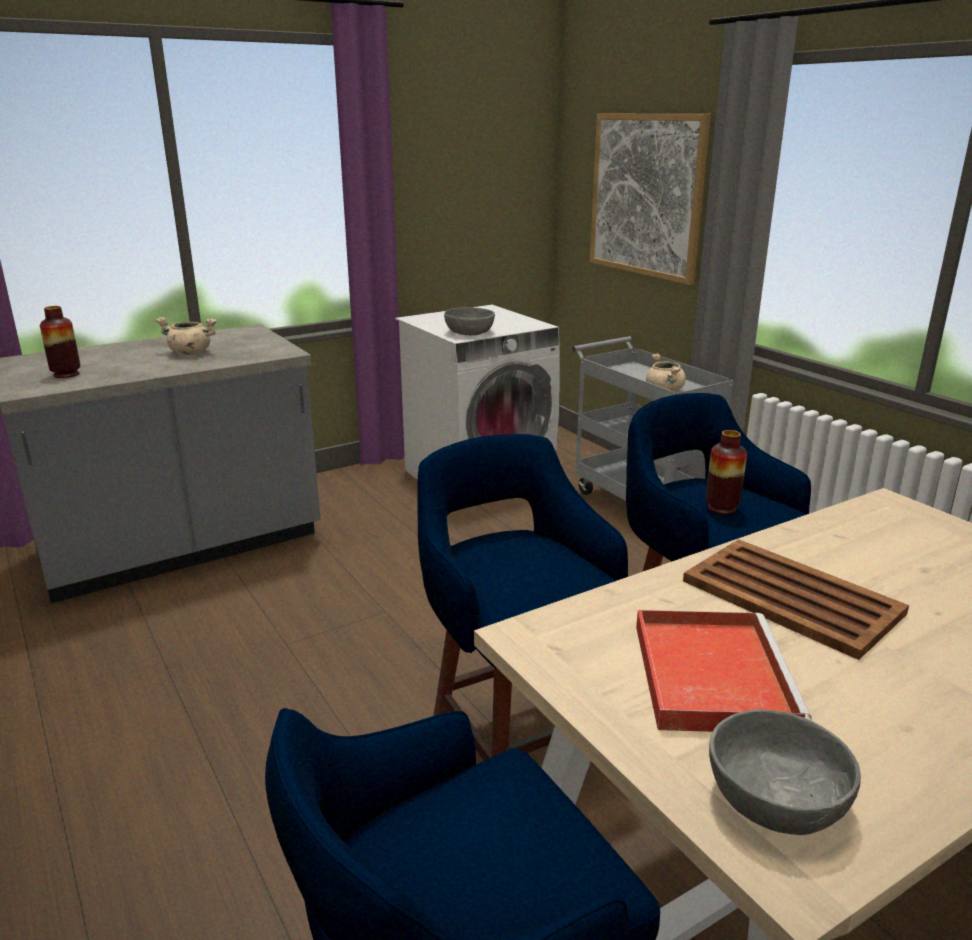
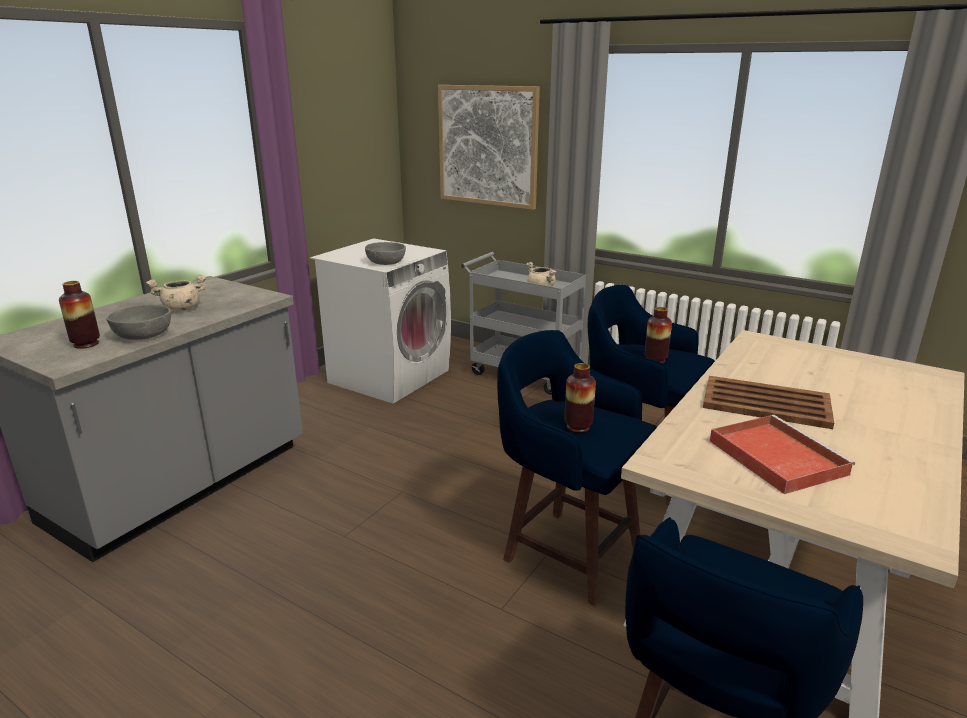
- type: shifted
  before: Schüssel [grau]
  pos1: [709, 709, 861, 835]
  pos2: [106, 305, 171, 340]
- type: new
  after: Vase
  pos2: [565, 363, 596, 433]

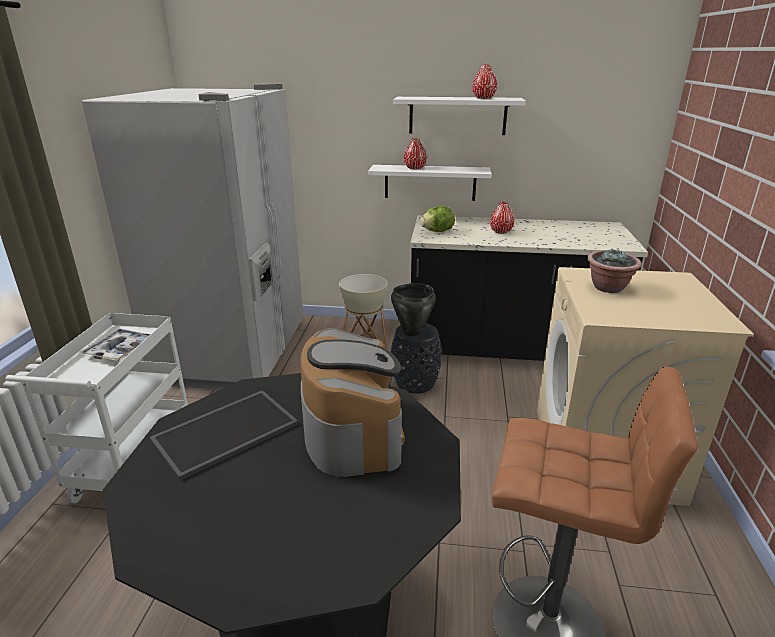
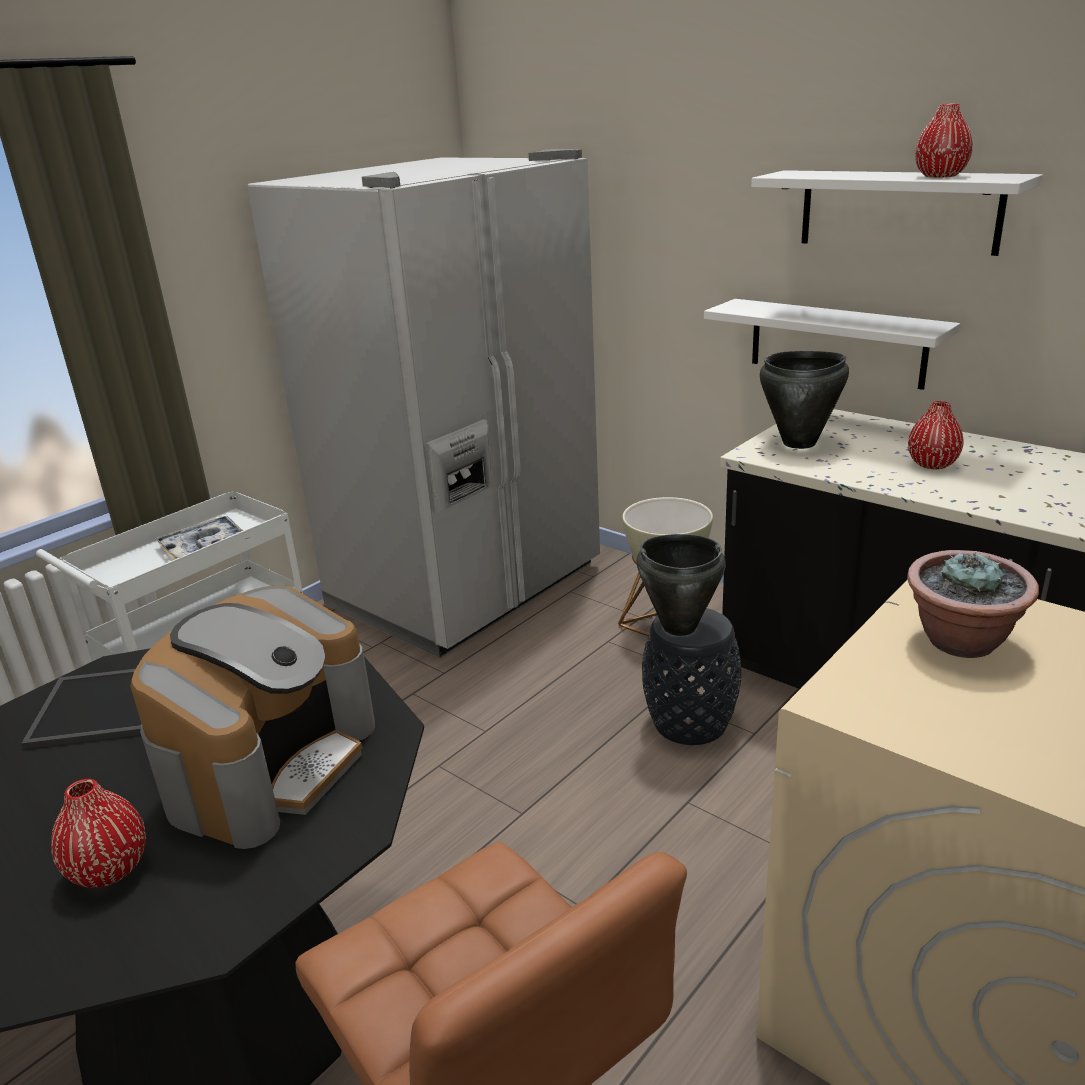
- type: shifted
  before: Vase [rot]
  pos1: [404, 138, 427, 169]
  pos2: [51, 779, 146, 888]
- type: swapped
  before: Salatkopf
  after: Kochtopf [schwarz]
  pos1: [420, 206, 455, 232]
  pos2: [760, 351, 849, 449]

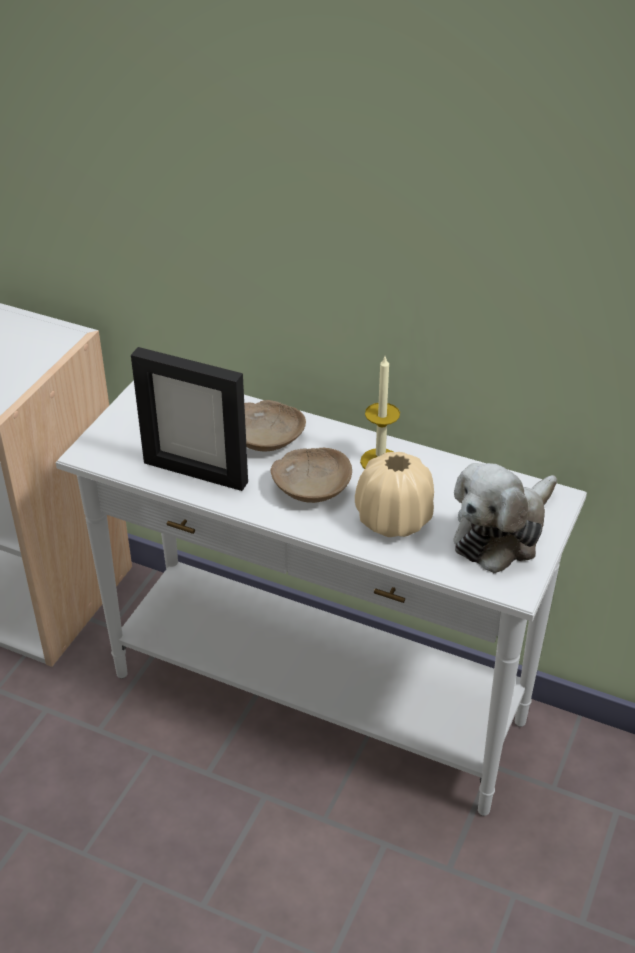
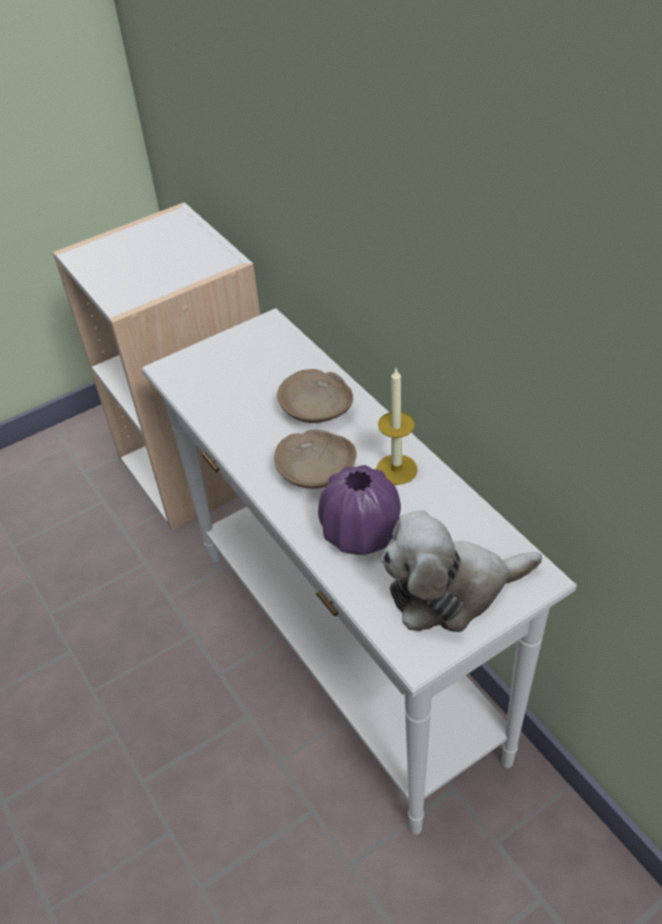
- type: repainted
  before: Vase [beige]
  after: Vase [lila]
  pos1: [355, 452, 434, 537]
  pos2: [318, 465, 401, 555]
- type: gone
  before: Bilderrahmen
  pos1: [131, 347, 248, 491]

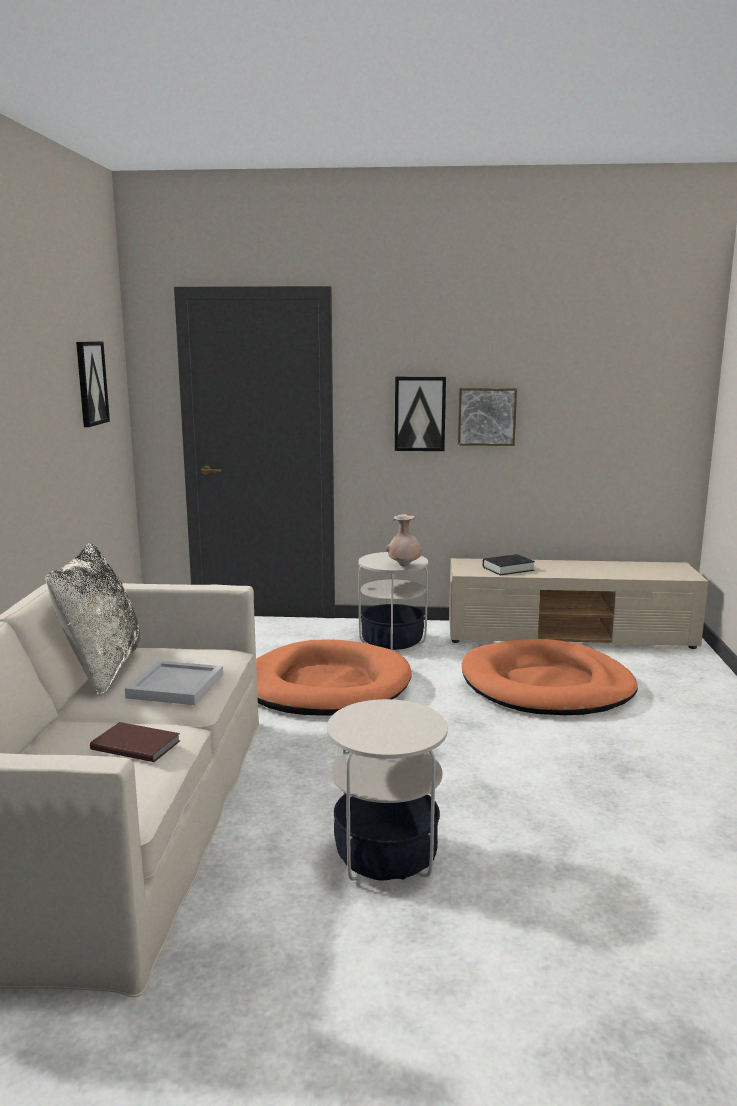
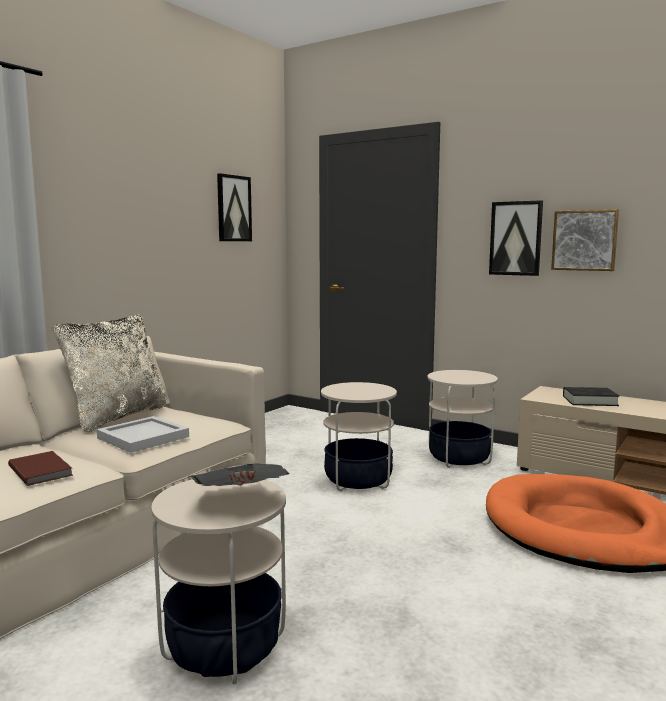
- type: new
  after: Zeitung
  pos2: [189, 464, 289, 486]
- type: swapped
  before: Hundebett [orange]
  after: Beistelltisch [beige]
  pos1: [256, 639, 412, 716]
  pos2: [321, 382, 397, 491]
- type: gone
  before: Vase [beige]
  pos1: [386, 514, 422, 566]

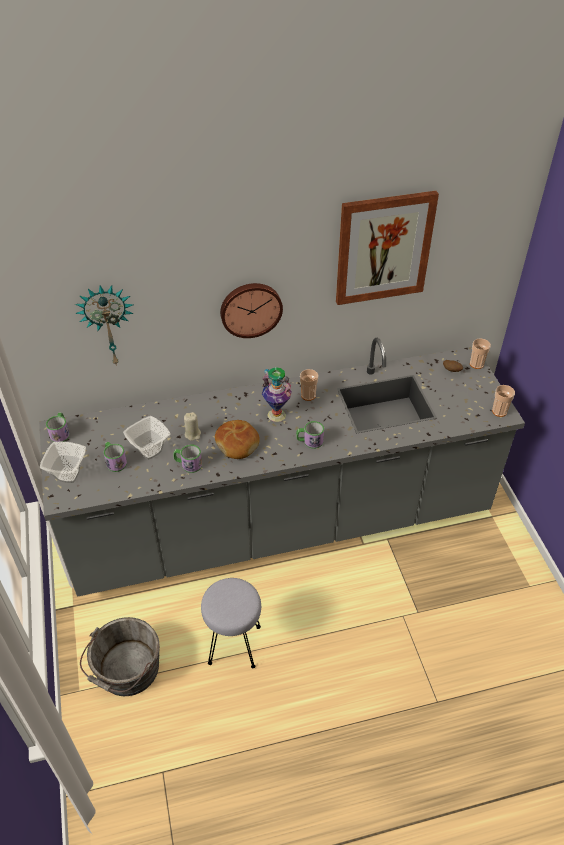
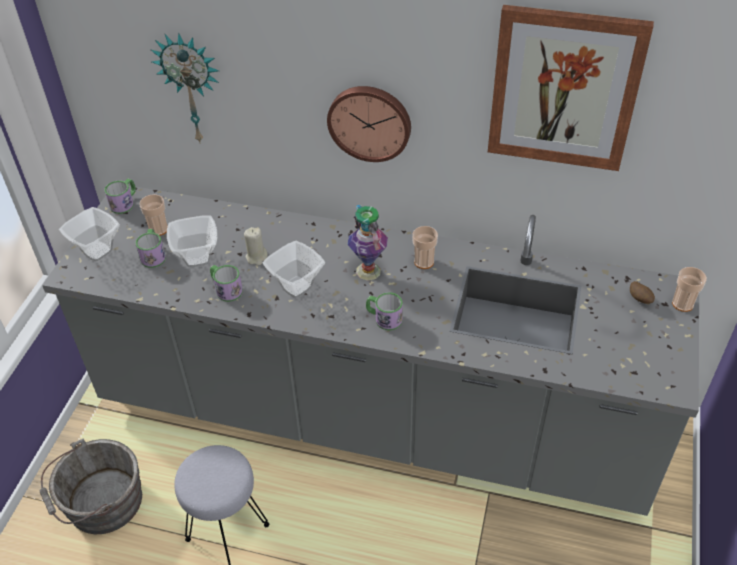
- type: shifted
  before: Tasse
  pos1: [492, 385, 515, 417]
  pos2: [139, 194, 168, 236]
- type: swapped
  before: Brot
  after: Schüssel
  pos1: [215, 420, 260, 459]
  pos2: [262, 241, 325, 298]

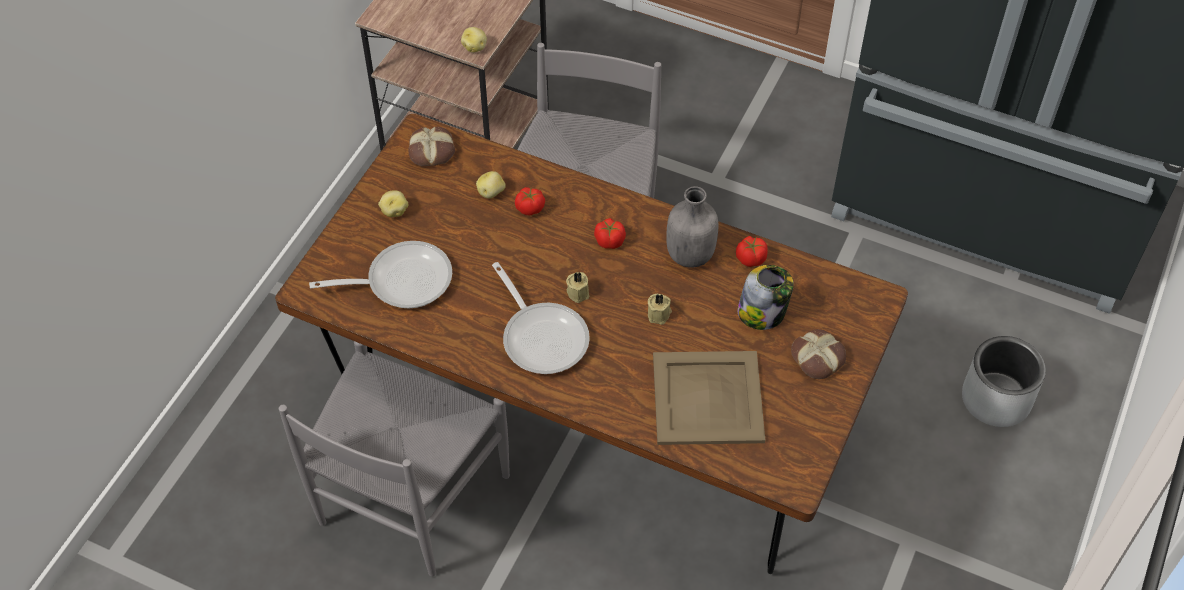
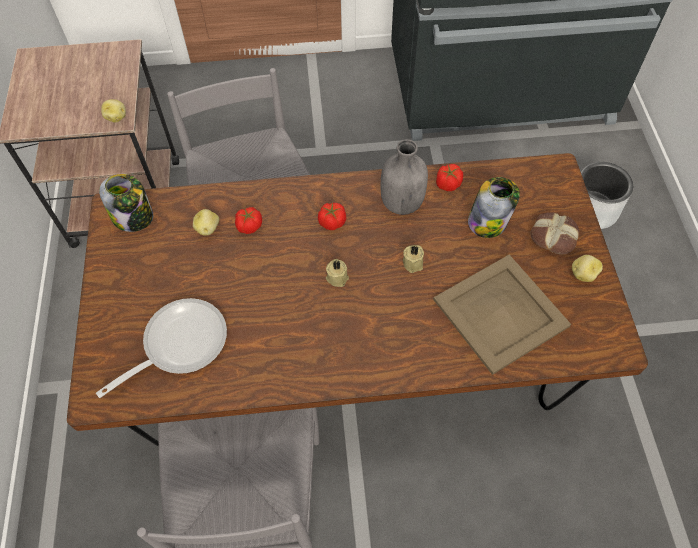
- type: swapped
  before: Brot
  after: Vorratsglas
  pos1: [408, 127, 455, 167]
  pos2: [99, 174, 153, 232]
- type: shifted
  before: Kartoffel
  pos1: [378, 191, 408, 217]
  pos2: [572, 255, 603, 282]
- type: gone
  before: Pfanne
  pos1: [492, 262, 590, 374]

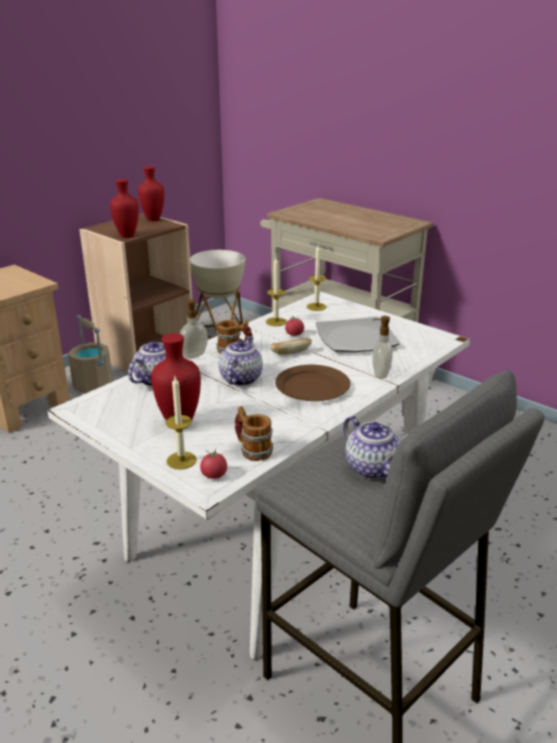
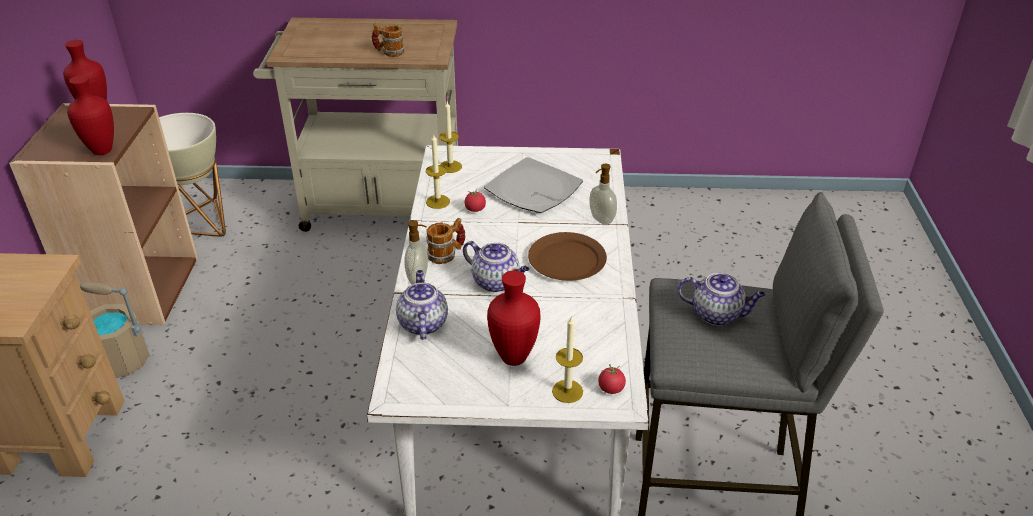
- type: shifted
  before: Henkelbecher
  pos1: [234, 406, 273, 461]
  pos2: [371, 23, 405, 57]
- type: rotated
  before: Teekanne
  pos1: [219, 336, 263, 386]
  pos2: [463, 241, 529, 292]
  turn: 150
- type: gone
  before: Brot
  pos1: [270, 338, 312, 355]

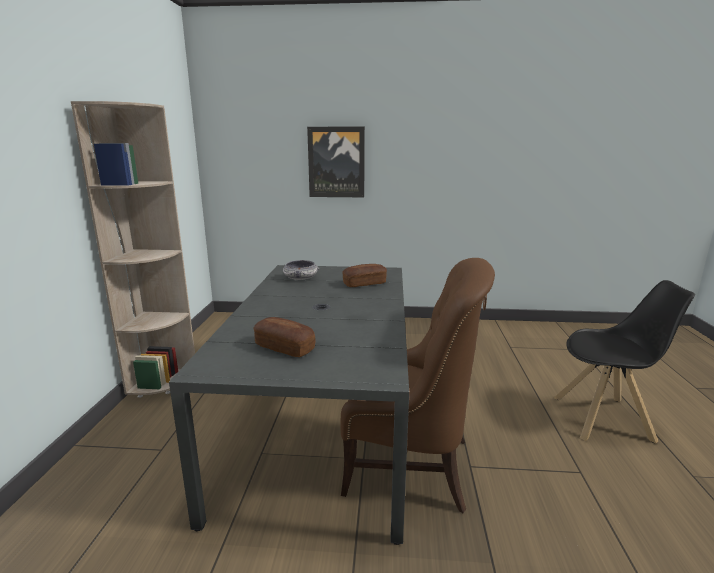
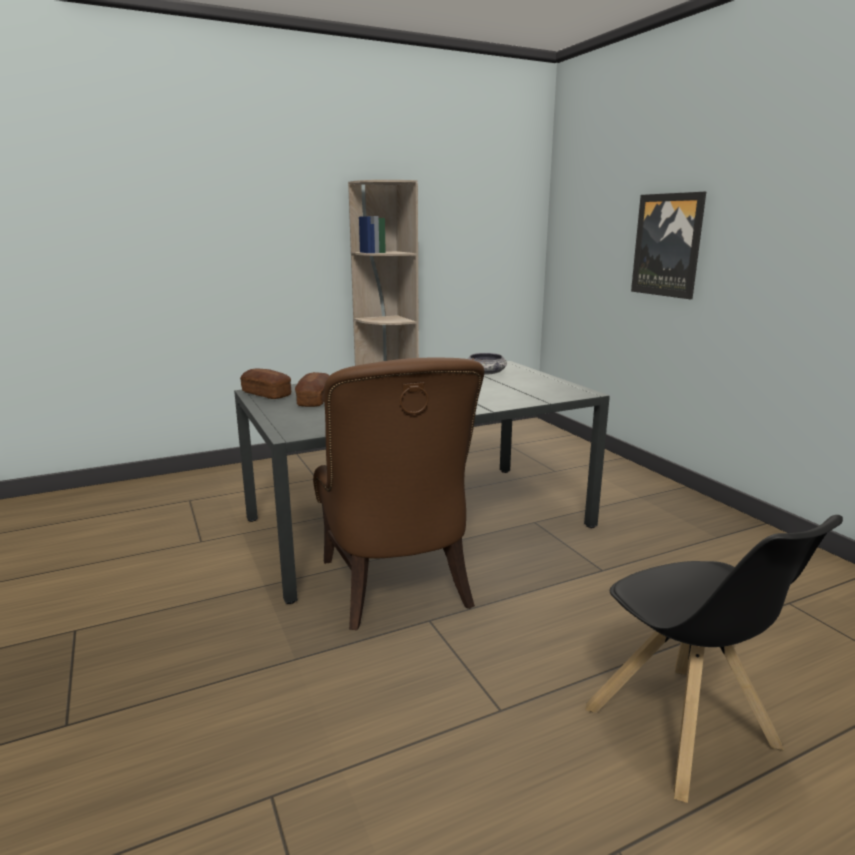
- type: shifted
  before: Brot
  pos1: [343, 264, 387, 287]
  pos2: [240, 368, 291, 399]

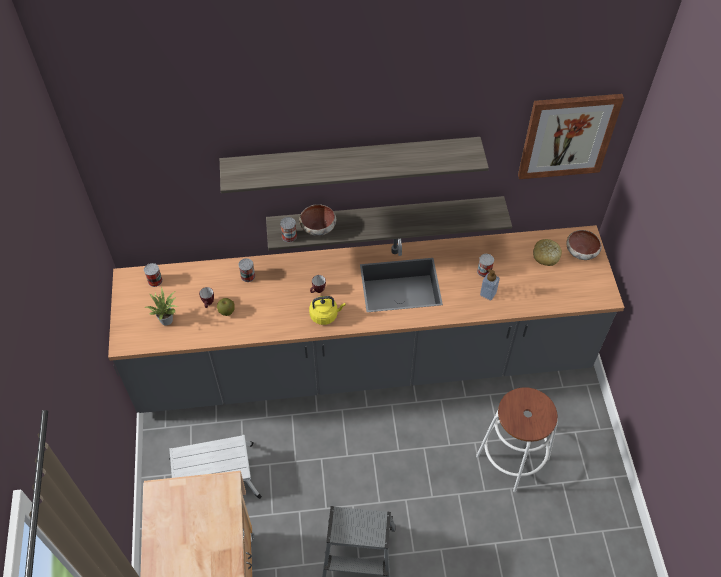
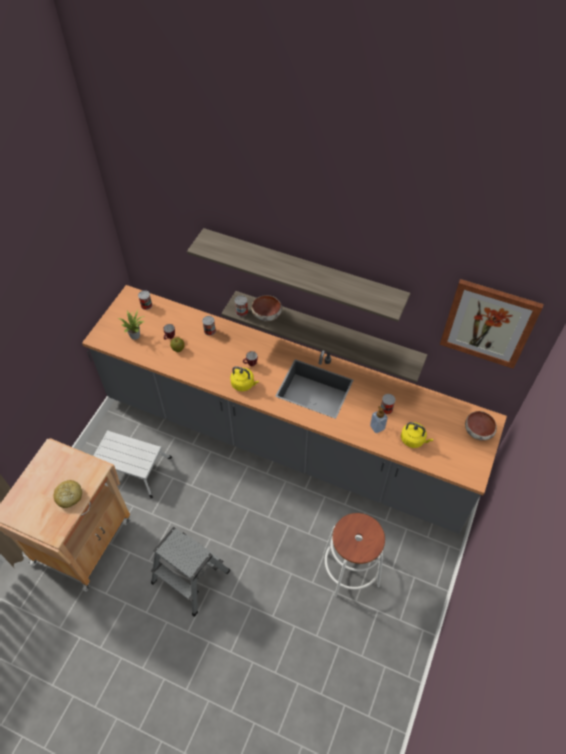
- type: shifted
  before: Brot
  pos1: [533, 239, 562, 266]
  pos2: [54, 480, 82, 508]
- type: new
  after: Wasserkessel [gelb]
  pos2: [401, 422, 433, 448]

